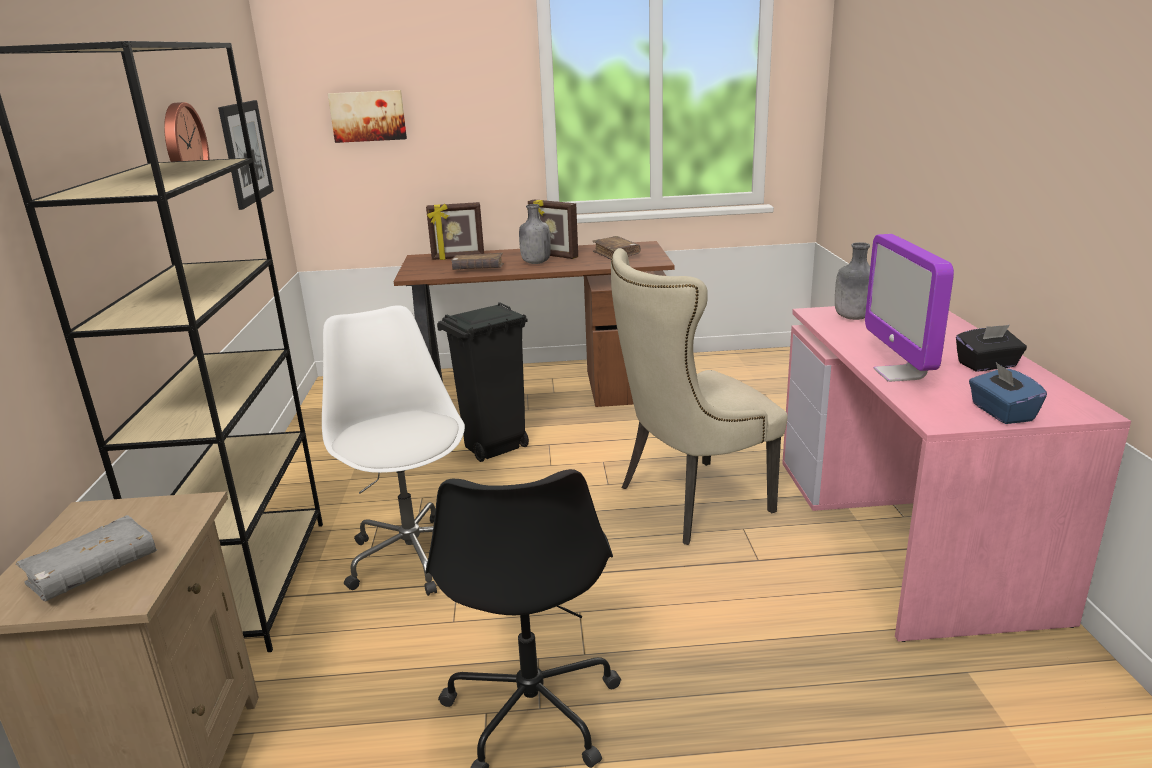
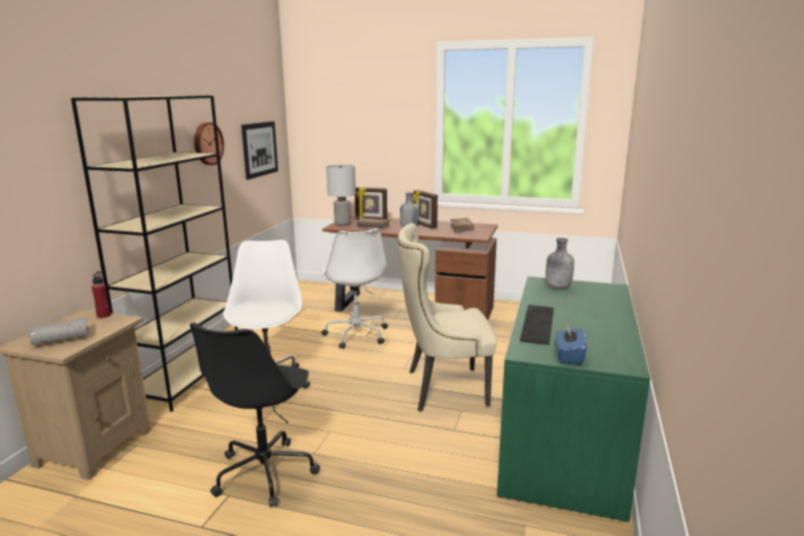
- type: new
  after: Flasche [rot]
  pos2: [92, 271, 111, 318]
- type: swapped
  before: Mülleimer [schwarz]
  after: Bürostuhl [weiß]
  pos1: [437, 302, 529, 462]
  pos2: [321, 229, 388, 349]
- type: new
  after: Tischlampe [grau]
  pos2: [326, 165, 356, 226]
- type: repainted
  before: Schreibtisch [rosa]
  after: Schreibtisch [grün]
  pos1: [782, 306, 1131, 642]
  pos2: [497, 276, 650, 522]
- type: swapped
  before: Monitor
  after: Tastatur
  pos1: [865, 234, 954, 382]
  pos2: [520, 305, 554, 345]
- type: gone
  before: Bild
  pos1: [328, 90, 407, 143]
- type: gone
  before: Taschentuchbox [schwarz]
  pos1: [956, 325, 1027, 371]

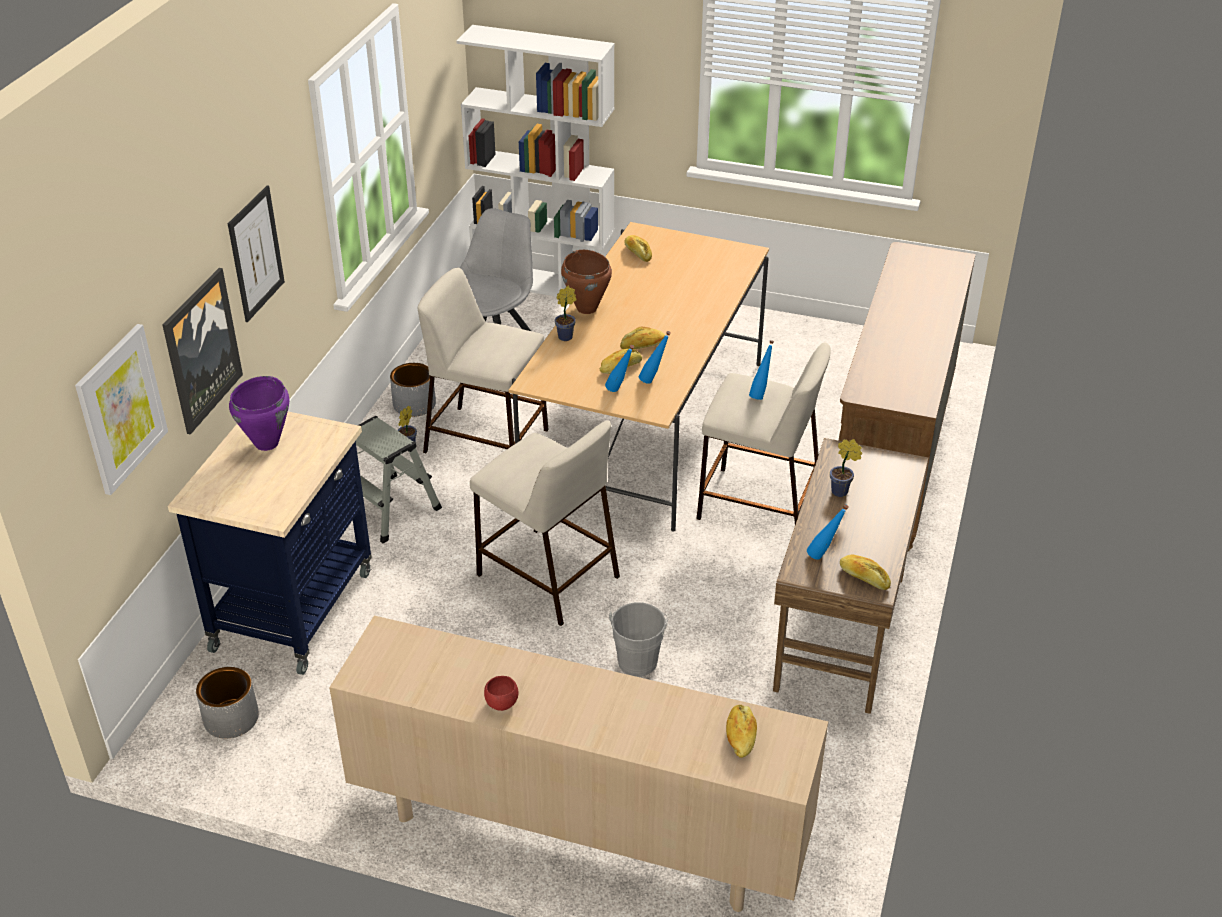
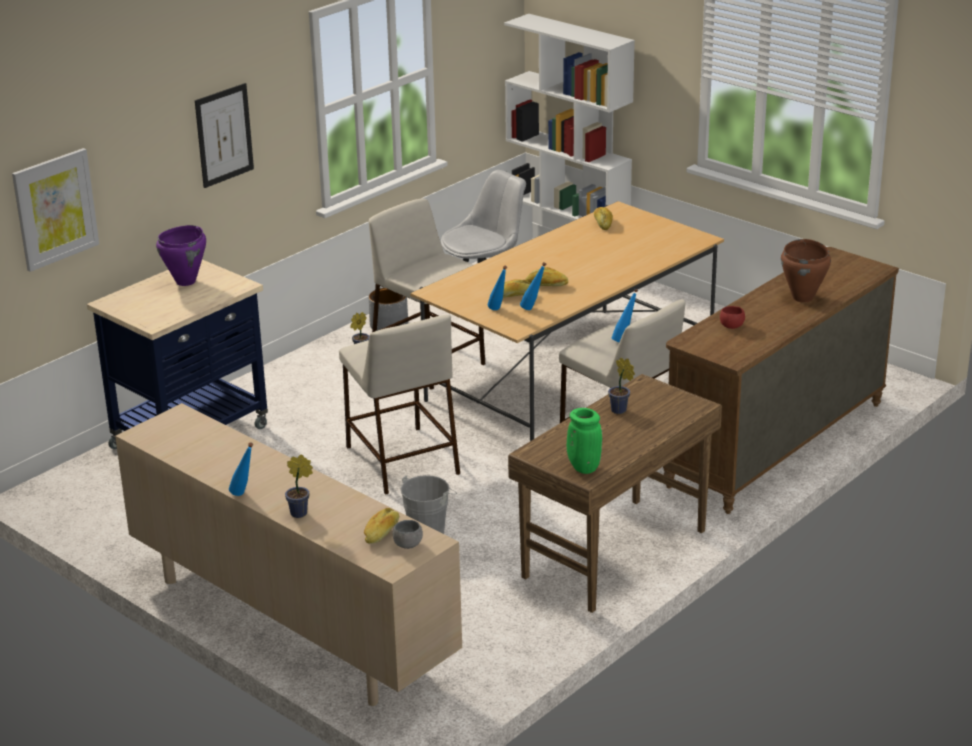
- type: shifted
  before: Flasche [blau]
  pos1: [807, 504, 849, 560]
  pos2: [229, 442, 253, 496]
- type: shifted
  before: Topfpflanze
  pos1: [555, 286, 577, 341]
  pos2: [285, 454, 313, 518]
- type: new
  after: Schüssel [grau]
  pos2: [393, 520, 423, 549]
- type: swapped
  before: Brot
  after: Vase [grün]
  pos1: [840, 555, 891, 590]
  pos2: [567, 408, 603, 474]
- type: shifted
  before: Schüssel [rot]
  pos1: [484, 676, 519, 711]
  pos2: [720, 306, 745, 329]
- type: shifted
  before: Kochtopf [braun]
  pos1: [561, 250, 612, 314]
  pos2: [781, 239, 831, 302]
- type: gone
  before: Bild
  pos1: [163, 268, 243, 435]
- type: gone
  before: Pflanzkübel [grau]
  pos1: [196, 667, 259, 739]
- type: gone
  before: Trittleiter [grau]
  pos1: [356, 416, 442, 543]

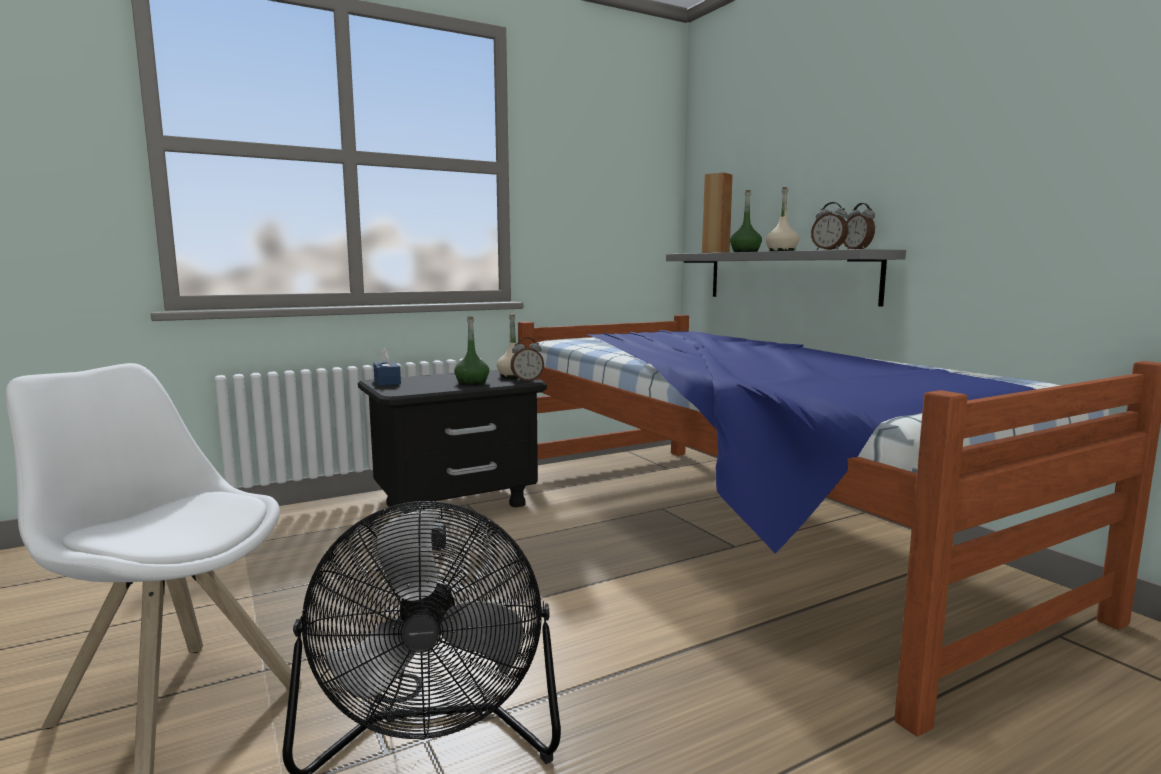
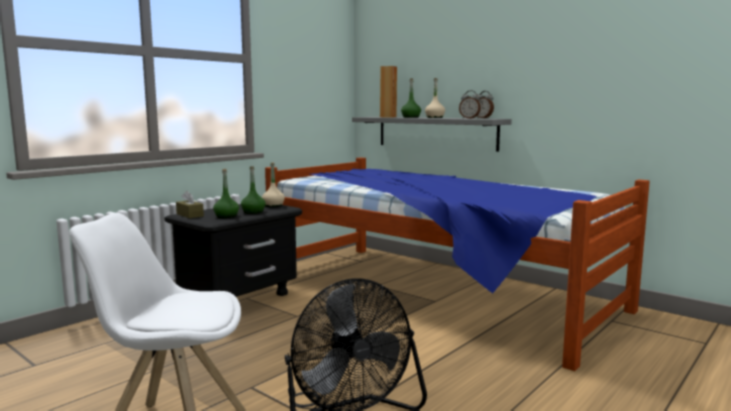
- type: repainted
  before: Taschentuchbox [blau]
  after: Taschentuchbox [braun]
  pos1: [373, 348, 401, 386]
  pos2: [176, 191, 204, 218]
- type: new
  after: Flasche [grün]
  pos2: [213, 169, 239, 218]
- type: gone
  before: Wecker
  pos1: [510, 337, 544, 381]

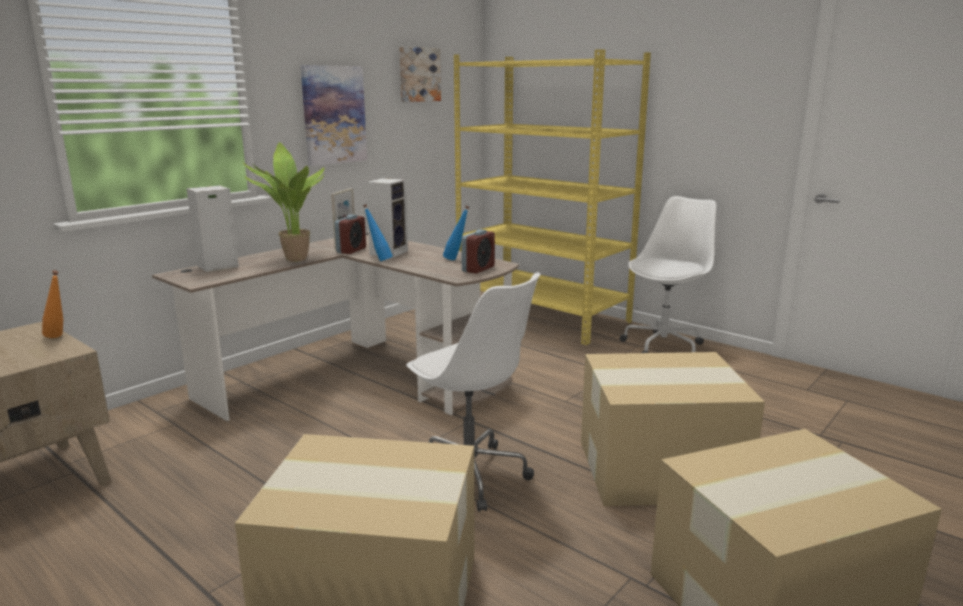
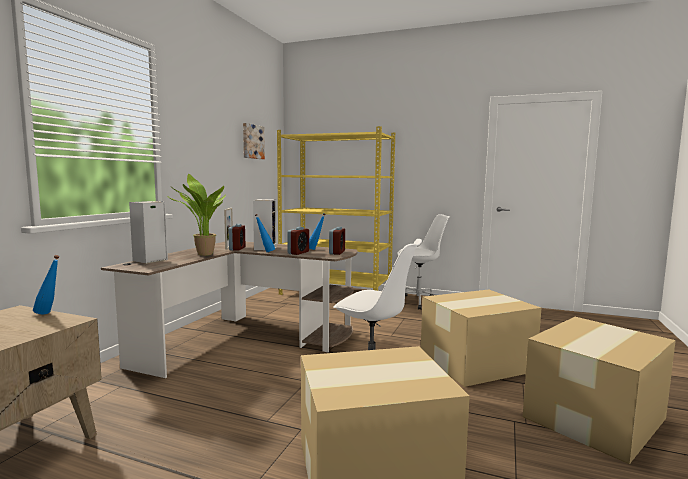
- type: repainted
  before: Flasche [orange]
  after: Flasche [blau]
  pos1: [42, 270, 63, 338]
  pos2: [33, 255, 60, 314]
- type: new
  after: Wecker
  pos2: [287, 227, 309, 255]
- type: rotated
  before: Bürostuhl [weiß]
  pos1: [619, 196, 717, 353]
  pos2: [397, 214, 450, 310]
  turn: 60
- type: gone
  before: Bild
  pos1: [301, 65, 367, 166]

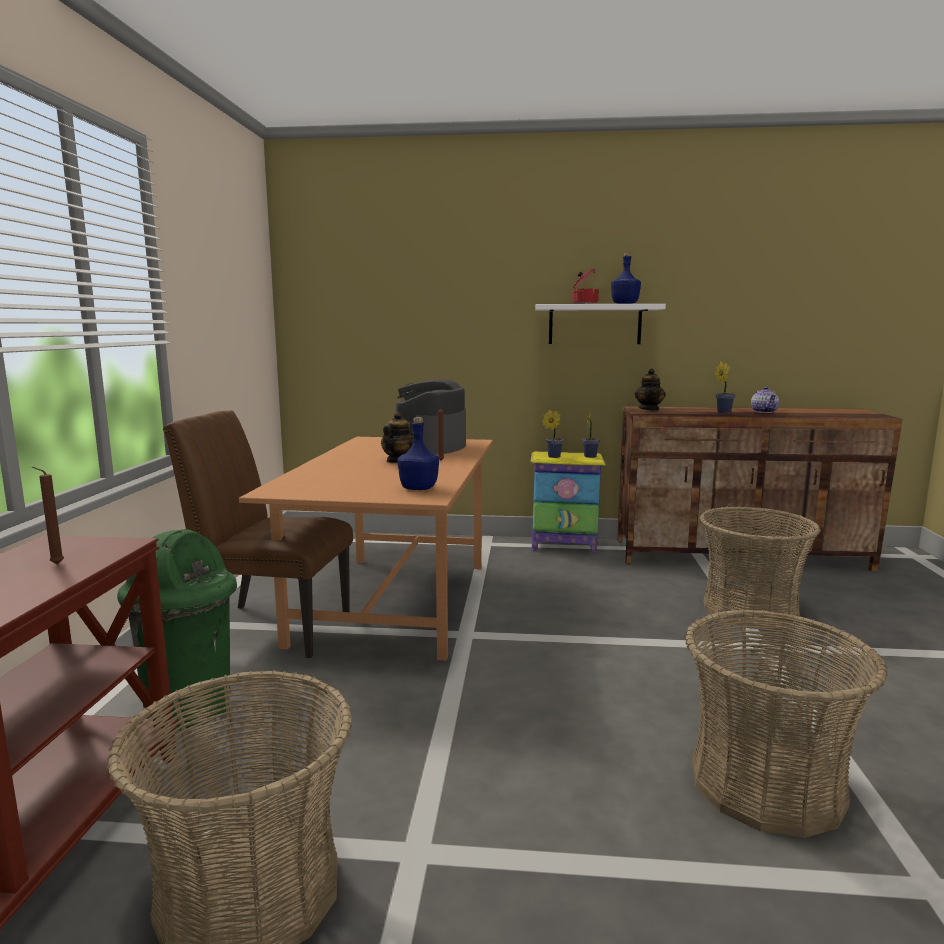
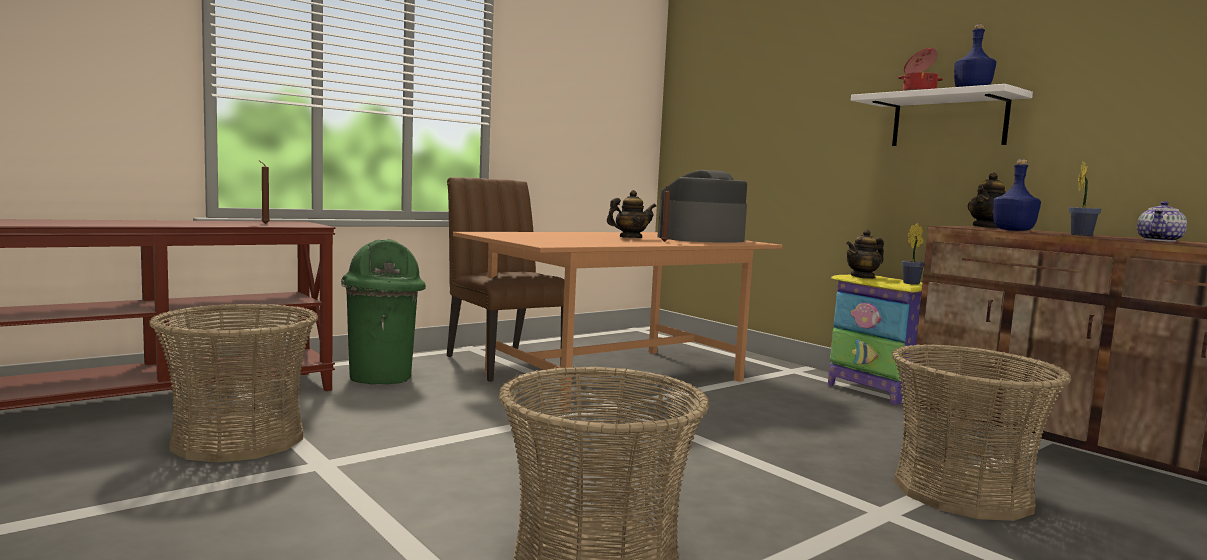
- type: swapped
  before: Topfpflanze
  after: Teekanne
  pos1: [542, 410, 564, 458]
  pos2: [846, 229, 884, 279]
- type: shifted
  before: Flasche [blau]
  pos1: [398, 417, 439, 490]
  pos2: [993, 159, 1041, 231]

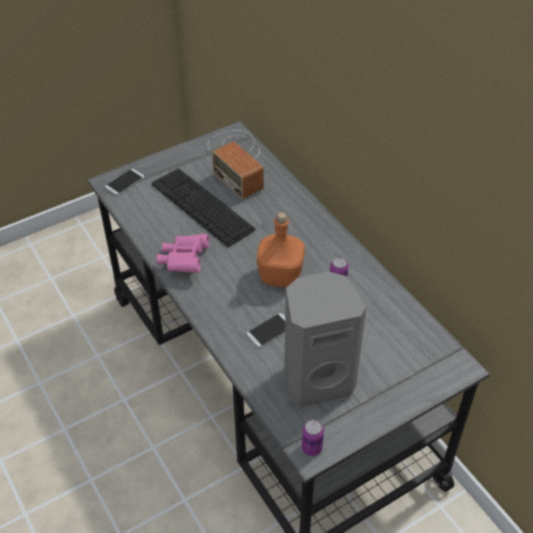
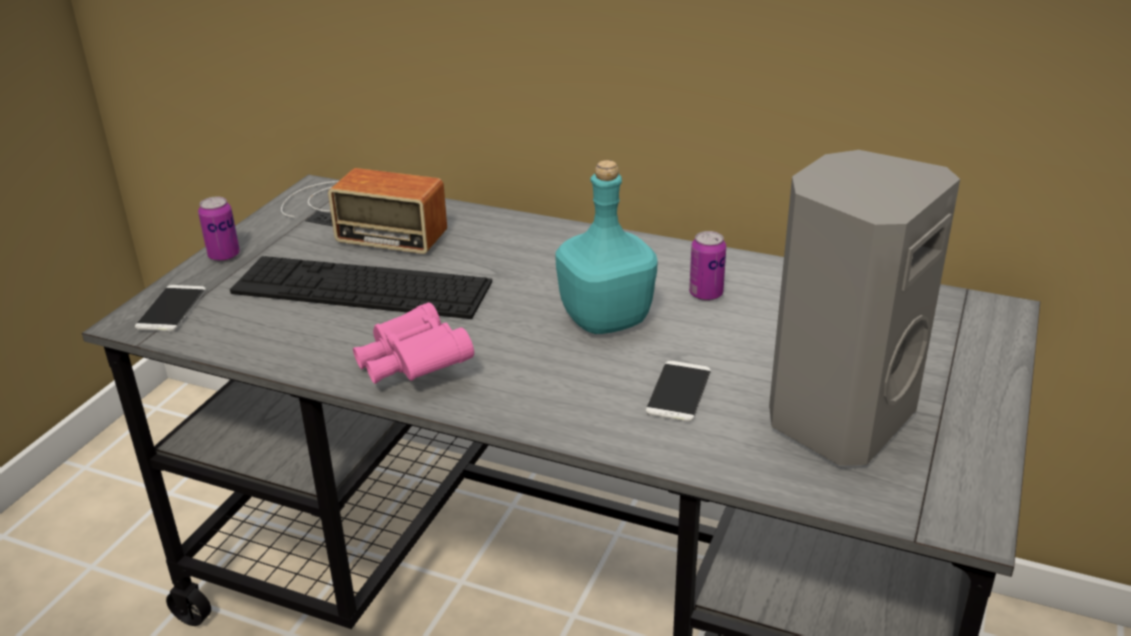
- type: shifted
  before: Dose
  pos1: [302, 419, 324, 456]
  pos2: [198, 197, 240, 262]
- type: repainted
  before: Flasche [orange]
  after: Flasche [türkis]
  pos1: [257, 212, 305, 287]
  pos2: [555, 160, 658, 334]

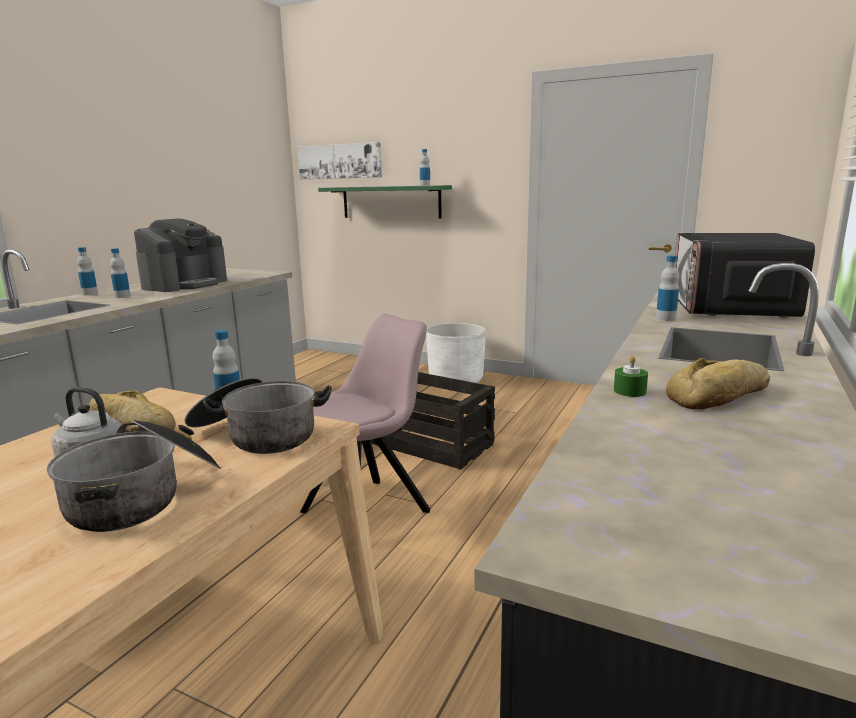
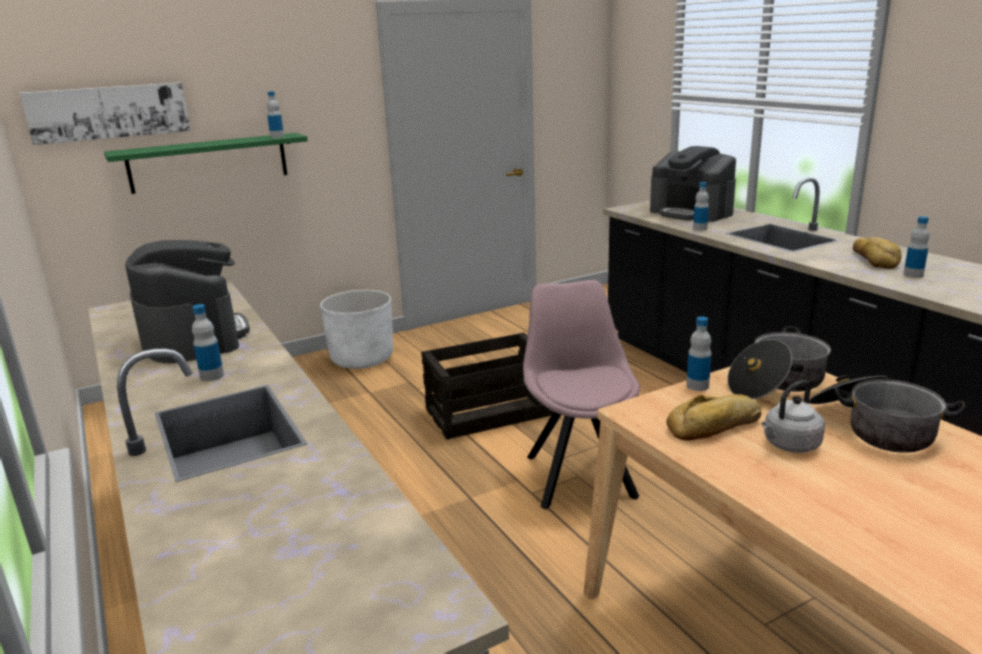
- type: swapped
  before: Mikrowelle
  after: Kaffeemaschine
  pos1: [675, 233, 815, 318]
  pos2: [650, 146, 736, 222]
- type: shifted
  before: Flasche
  pos1: [77, 247, 98, 295]
  pos2: [903, 216, 930, 278]
- type: gone
  before: Kerze [grün]
  pos1: [614, 355, 648, 397]

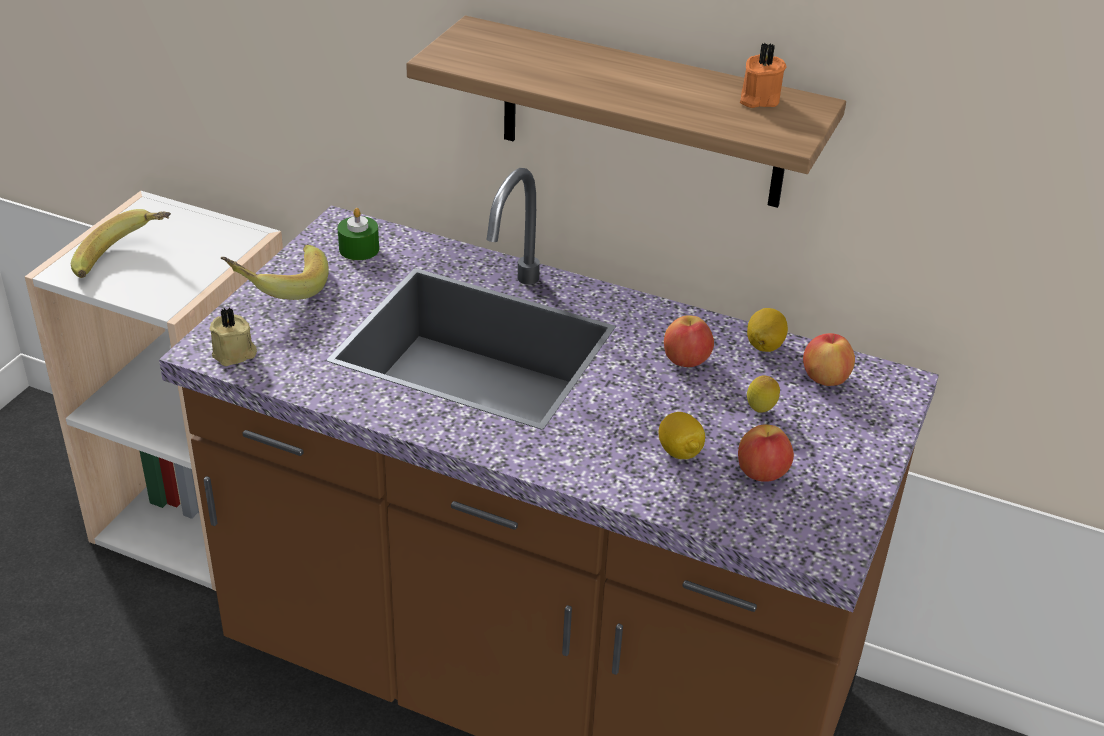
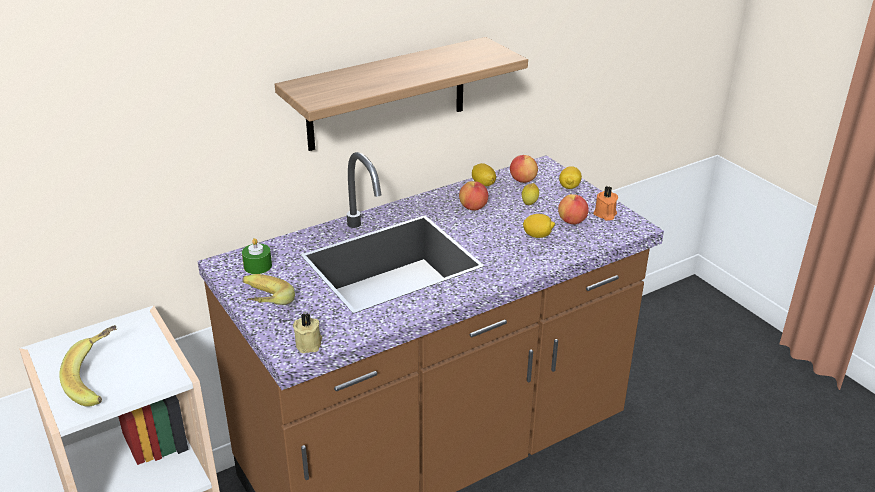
- type: new
  after: Zitrone
  pos2: [559, 166, 582, 189]
- type: shifted
  before: Kerze [orange]
  pos1: [740, 43, 787, 108]
  pos2: [593, 186, 618, 221]

